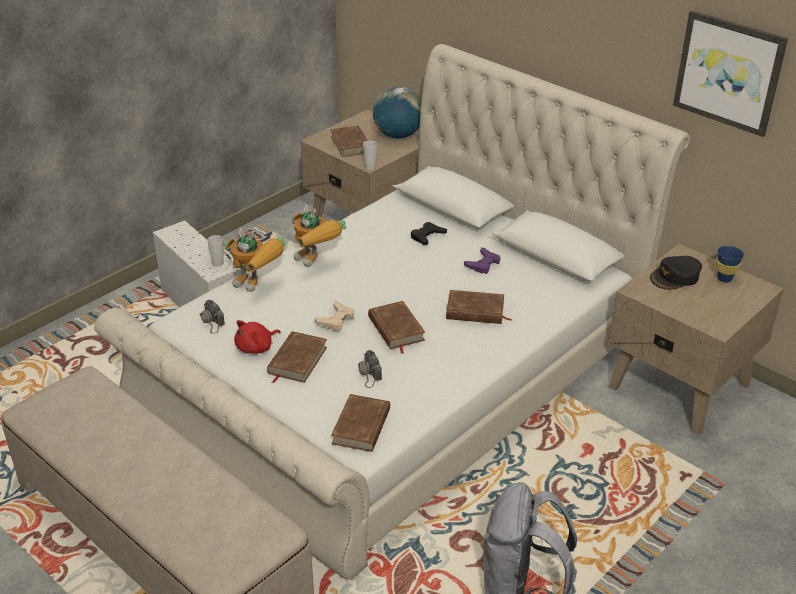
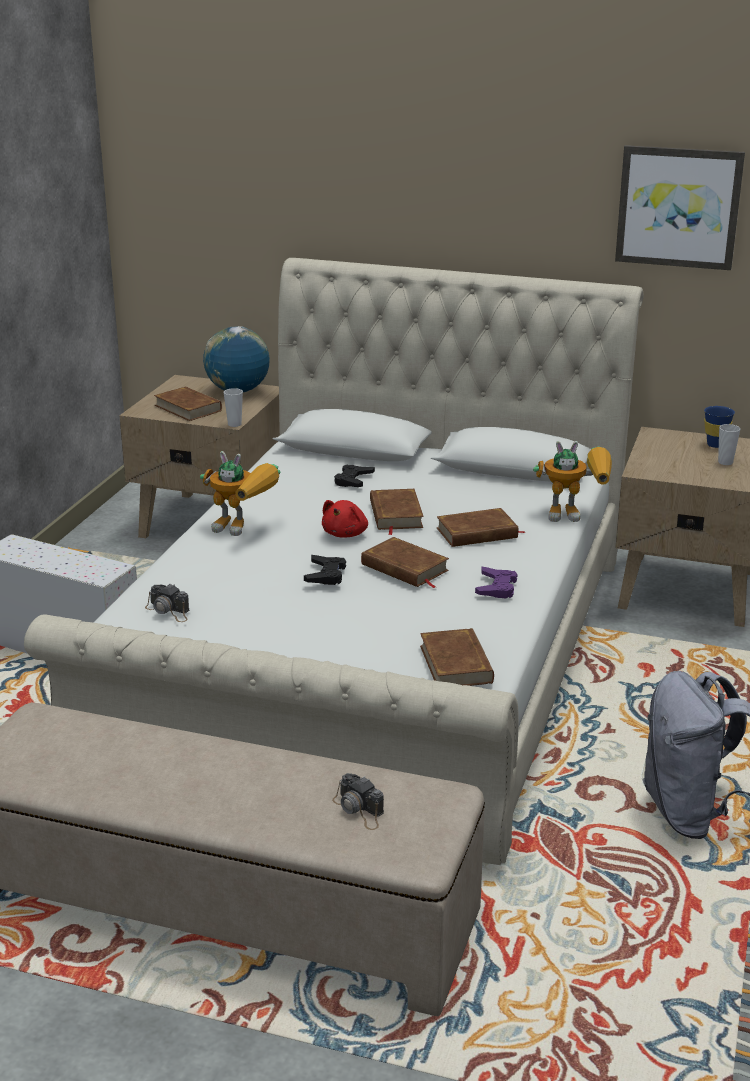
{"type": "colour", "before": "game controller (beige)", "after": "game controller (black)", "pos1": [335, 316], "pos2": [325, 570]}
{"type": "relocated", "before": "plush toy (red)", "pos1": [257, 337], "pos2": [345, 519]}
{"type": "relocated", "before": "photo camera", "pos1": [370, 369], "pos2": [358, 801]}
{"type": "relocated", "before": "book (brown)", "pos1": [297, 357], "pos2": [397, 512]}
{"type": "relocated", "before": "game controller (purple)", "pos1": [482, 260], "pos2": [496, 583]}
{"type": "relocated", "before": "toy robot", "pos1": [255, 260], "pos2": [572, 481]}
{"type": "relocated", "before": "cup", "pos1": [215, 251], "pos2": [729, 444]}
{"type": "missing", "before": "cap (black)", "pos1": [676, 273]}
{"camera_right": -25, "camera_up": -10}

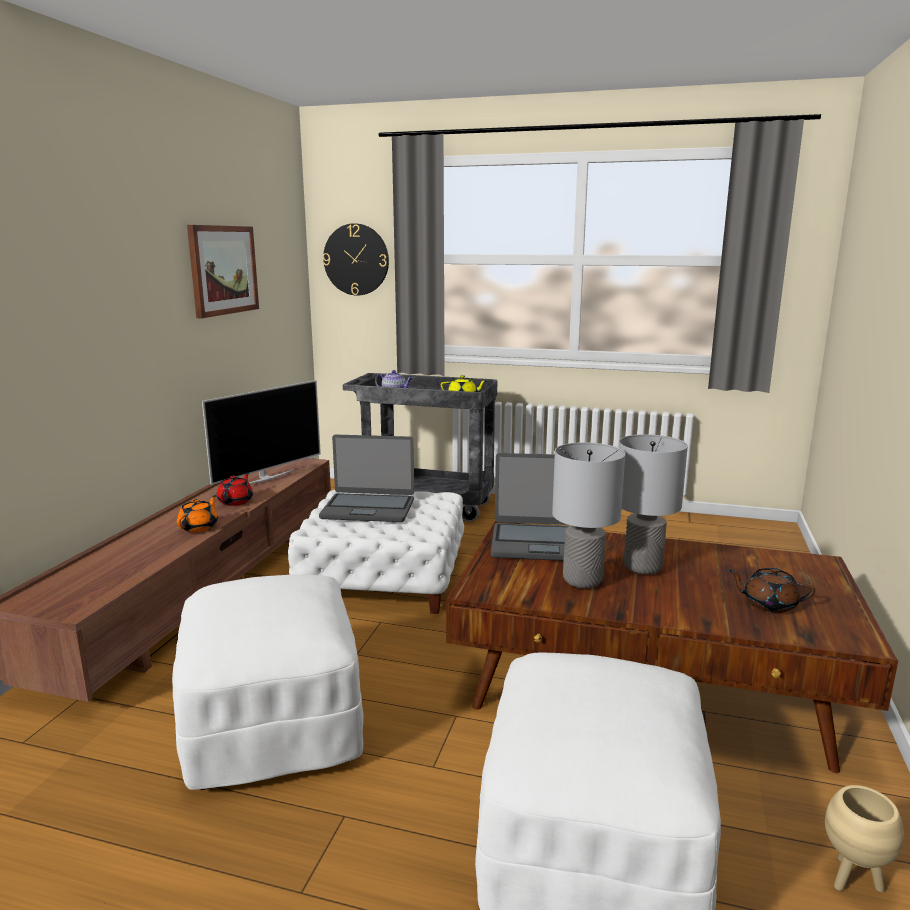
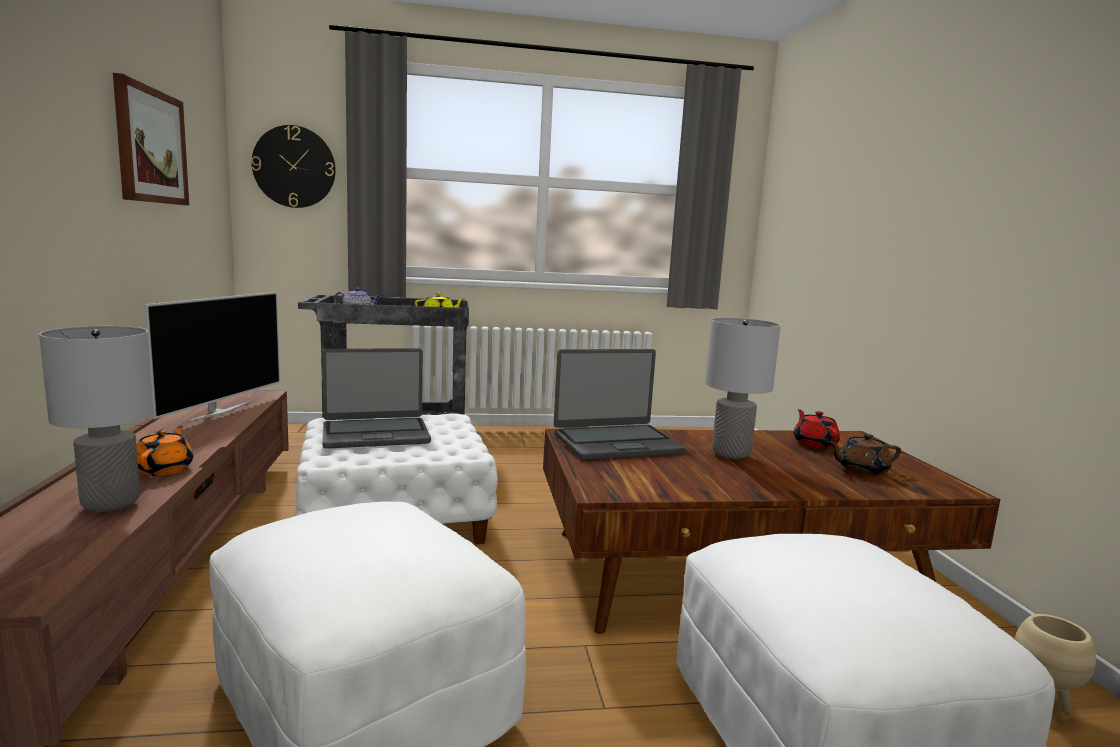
{"type": "relocated", "before": "table lamp (grey)", "pos1": [588, 515], "pos2": [96, 419]}
{"type": "relocated", "before": "teapot (red)", "pos1": [235, 489], "pos2": [817, 429]}
{"camera_right": -25, "camera_up": -5}

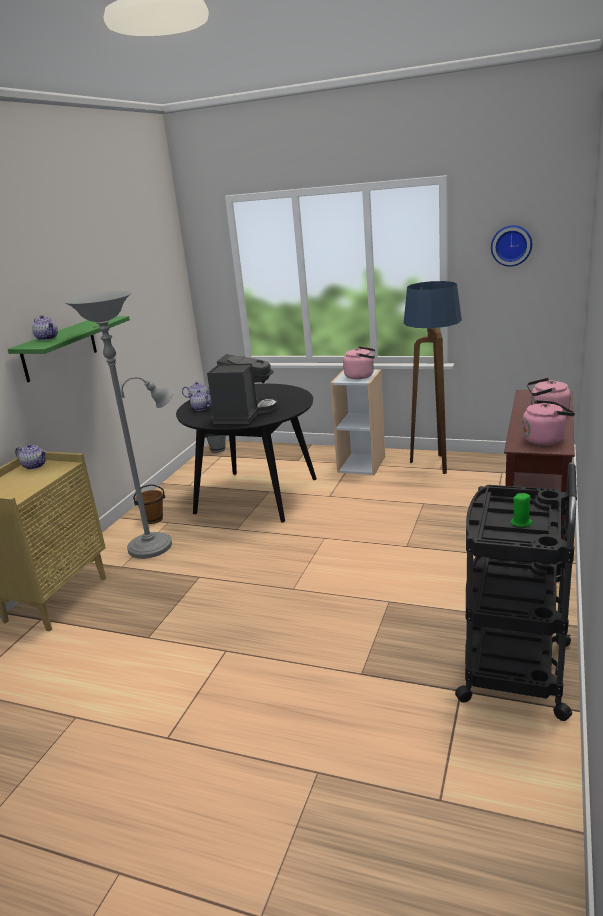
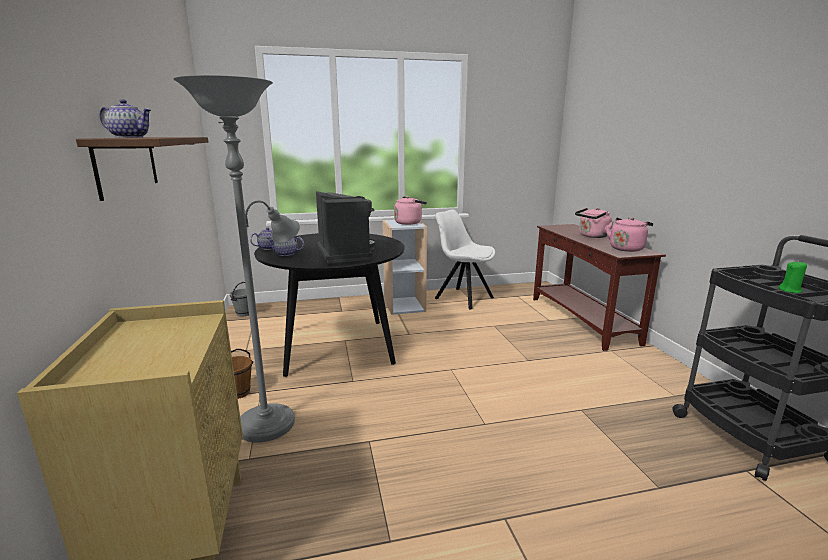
{"type": "colour", "before": "shelf (green)", "after": "shelf (brown)", "pos1": [69, 349], "pos2": [142, 169]}
{"type": "exchanged", "before": "floor lamp", "after": "chair (white)", "pos1": [433, 377], "pos2": [465, 259]}
{"type": "missing", "before": "teapot", "pos1": [30, 457]}
{"type": "missing", "before": "wall clock", "pos1": [511, 246]}
{"camera_right": -35, "camera_up": -5}

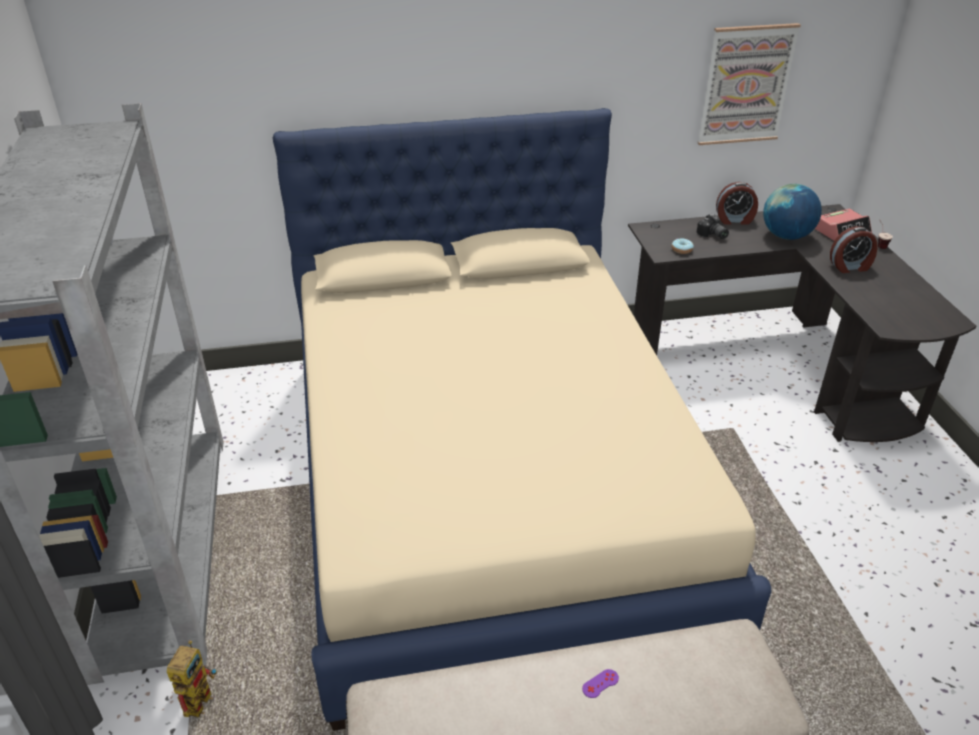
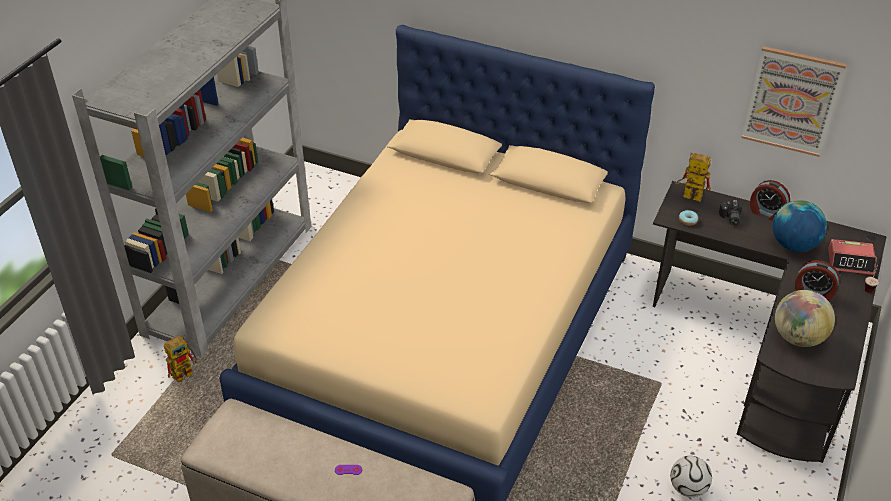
{"type": "appeared", "after": "football", "pos2": [691, 476]}
{"type": "appeared", "after": "toy robot", "pos2": [693, 177]}
{"type": "appeared", "after": "globe", "pos2": [805, 318]}
{"camera_right": 35, "camera_up": 5}

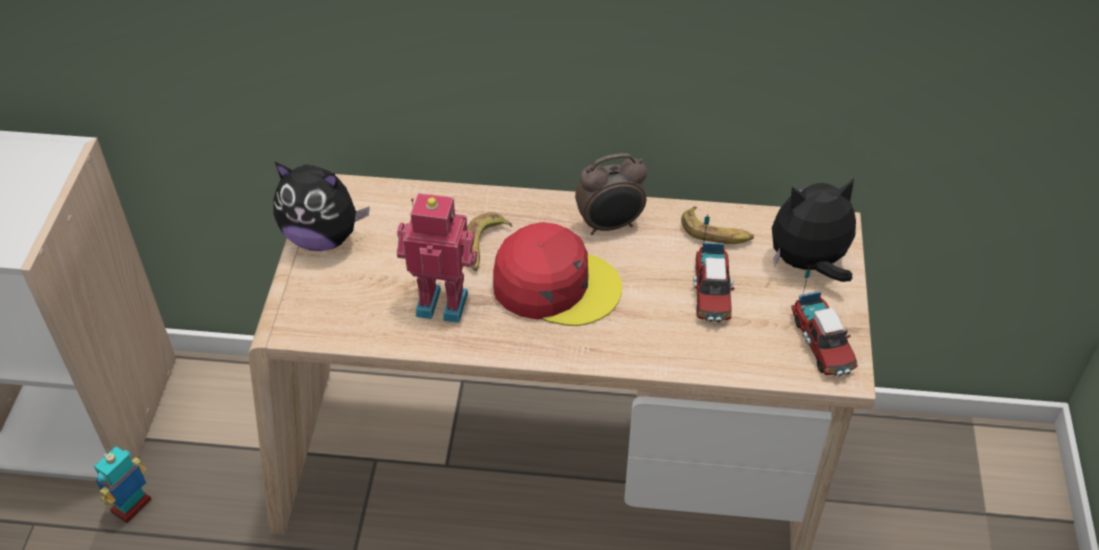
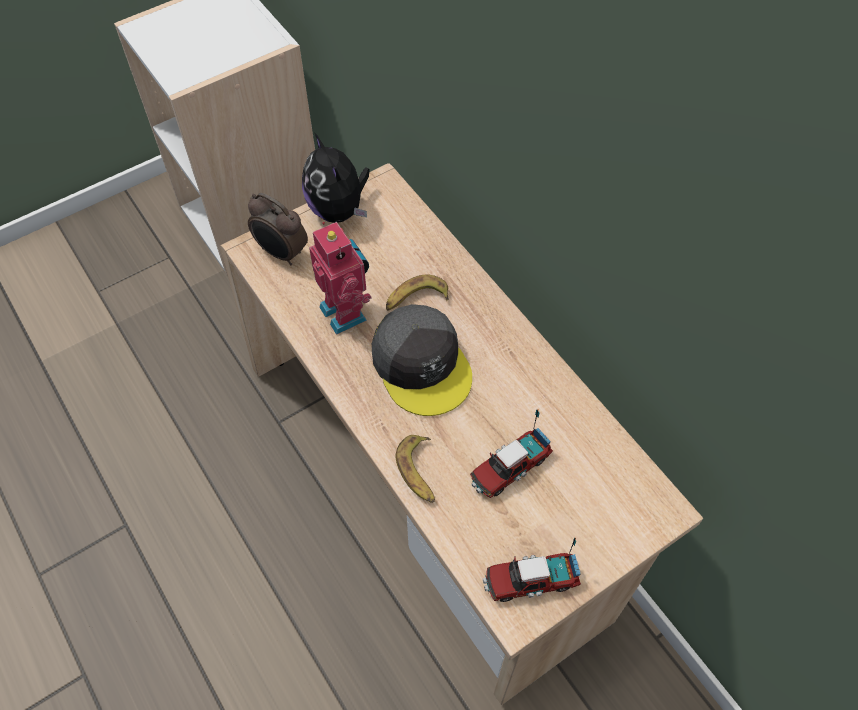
{"type": "relocated", "before": "alarm clock", "pos1": [611, 194], "pos2": [278, 229]}
{"type": "colour", "before": "cap (red)", "after": "cap (grey)", "pos1": [557, 274], "pos2": [422, 360]}
{"type": "relocated", "before": "banana", "pos1": [717, 225], "pos2": [415, 469]}
{"type": "spun", "before": "toy truck", "pos1": [824, 322], "pos2": [532, 569], "turn": 45}
{"type": "missing", "before": "toy robot", "pos1": [123, 484]}
{"type": "missing", "before": "plush toy", "pos1": [814, 230]}
{"camera_right": 50, "camera_up": 10}

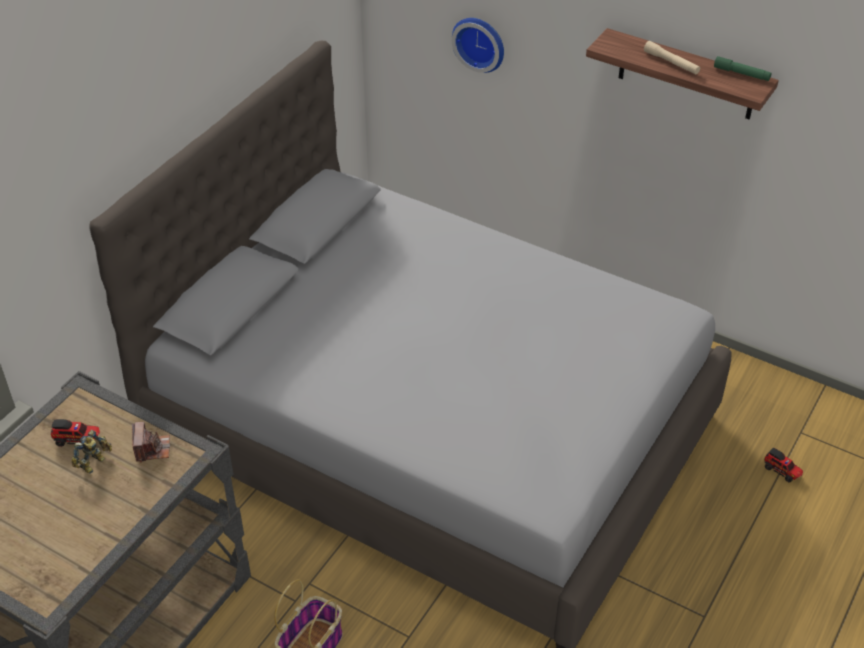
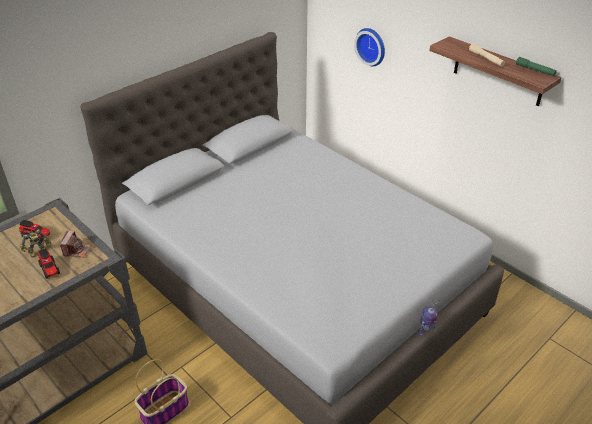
{"type": "relocated", "before": "toy truck", "pos1": [783, 465], "pos2": [49, 264]}
{"type": "appeared", "after": "toy robot", "pos2": [429, 318]}
{"camera_right": 15, "camera_up": -5}

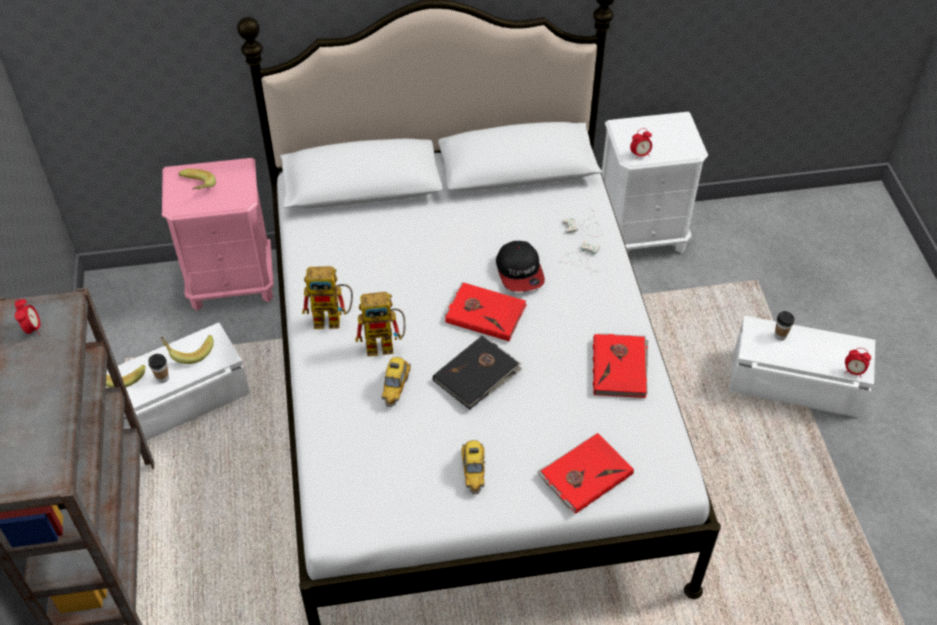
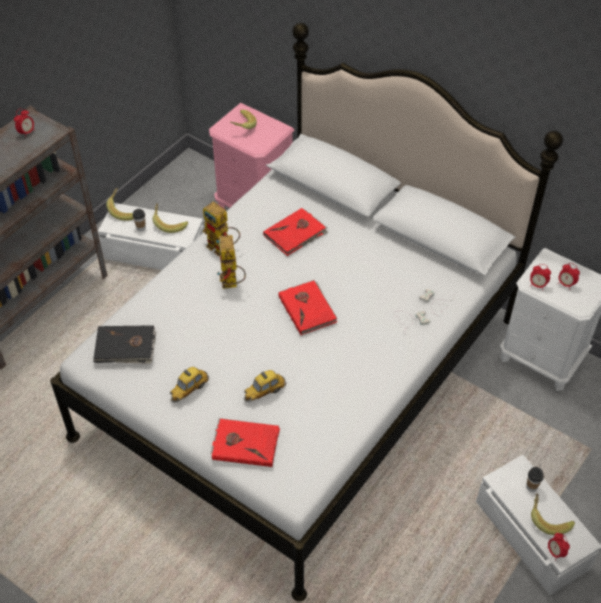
{"type": "relocated", "before": "book (black)", "pos1": [477, 373], "pos2": [124, 344]}
{"type": "spun", "before": "toy robot", "pos1": [380, 324], "pos2": [231, 262], "turn": 45}
{"type": "relocated", "before": "toy car", "pos1": [396, 382], "pos2": [265, 386]}
{"type": "relocated", "before": "book (red)", "pos1": [620, 366], "pos2": [295, 232]}
{"type": "appeared", "after": "banana", "pos2": [553, 514]}
{"type": "appeared", "after": "alarm clock", "pos2": [569, 276]}
{"type": "missing", "before": "cap", "pos1": [520, 266]}
{"camera_right": 45, "camera_up": 0}

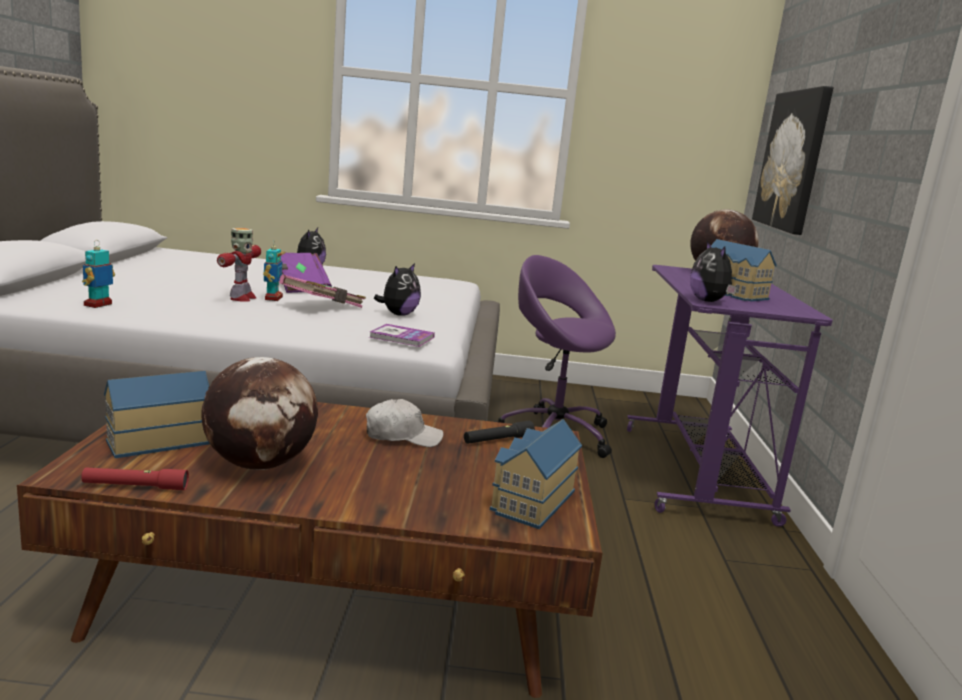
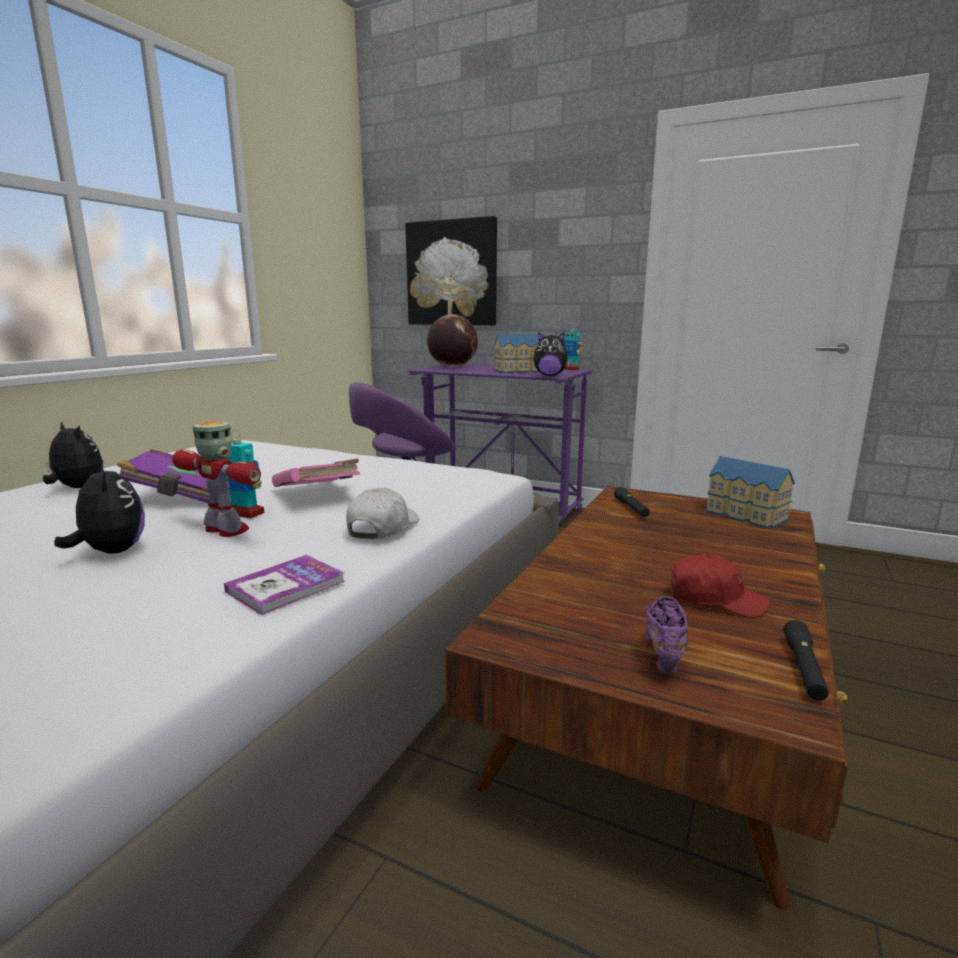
{"type": "relocated", "before": "plush toy", "pos1": [397, 289], "pos2": [99, 507]}
{"type": "relocated", "before": "book", "pos1": [402, 335], "pos2": [284, 585]}
{"type": "relocated", "before": "cap (white)", "pos1": [405, 423], "pos2": [382, 513]}
{"type": "relocated", "before": "toy robot", "pos1": [98, 274], "pos2": [573, 347]}
{"type": "exchanged", "before": "toy house", "after": "shoe (purple)", "pos1": [157, 414], "pos2": [666, 635]}
{"type": "exchanged", "before": "globe", "after": "cap (red)", "pos1": [259, 413], "pos2": [720, 586]}
{"type": "colour", "before": "flashlight (red)", "after": "flashlight (black)", "pos1": [135, 478], "pos2": [806, 660]}
{"camera_right": -65, "camera_up": 0}

